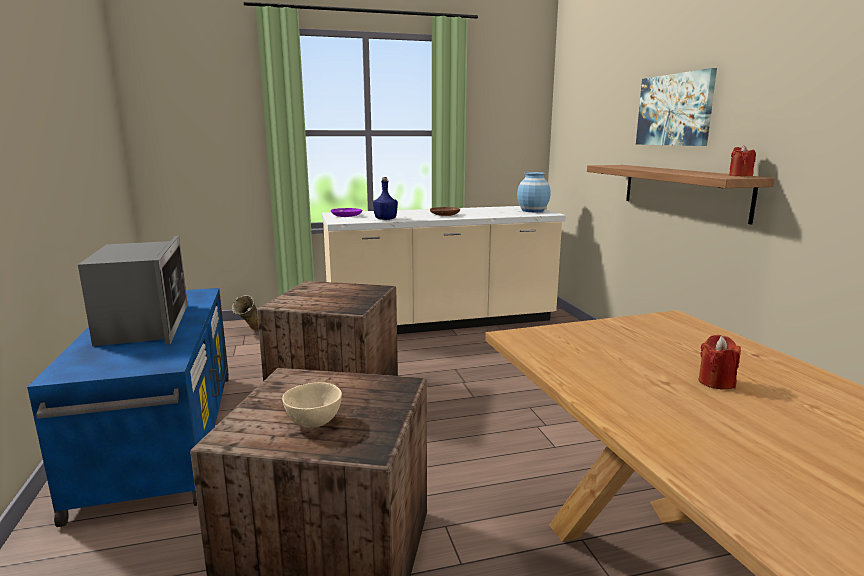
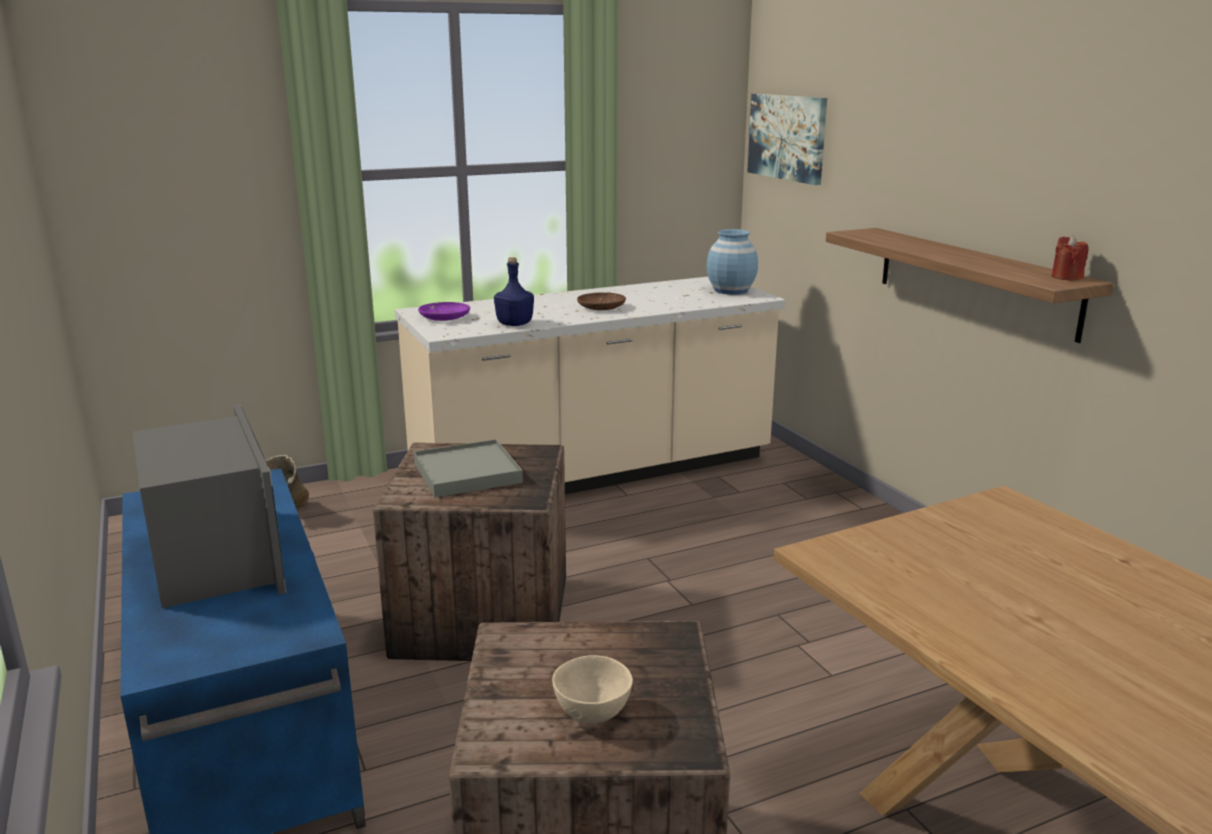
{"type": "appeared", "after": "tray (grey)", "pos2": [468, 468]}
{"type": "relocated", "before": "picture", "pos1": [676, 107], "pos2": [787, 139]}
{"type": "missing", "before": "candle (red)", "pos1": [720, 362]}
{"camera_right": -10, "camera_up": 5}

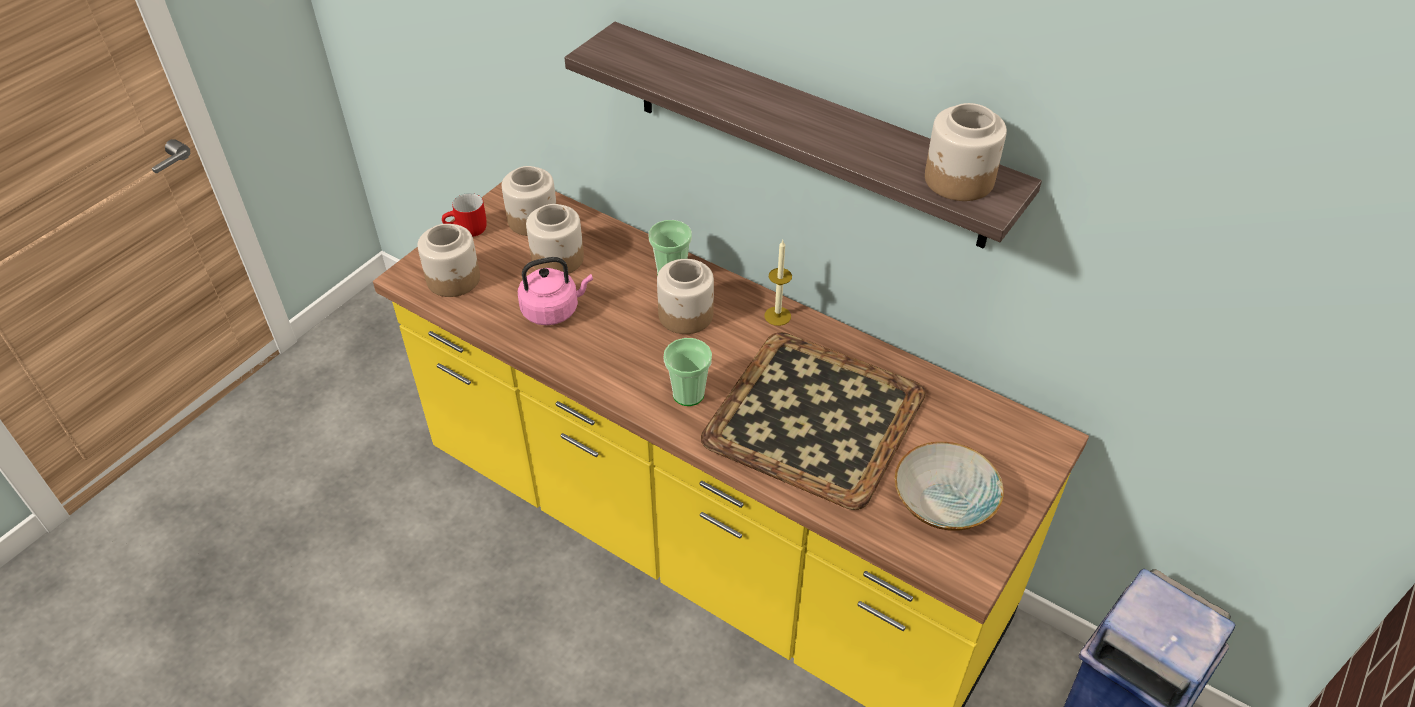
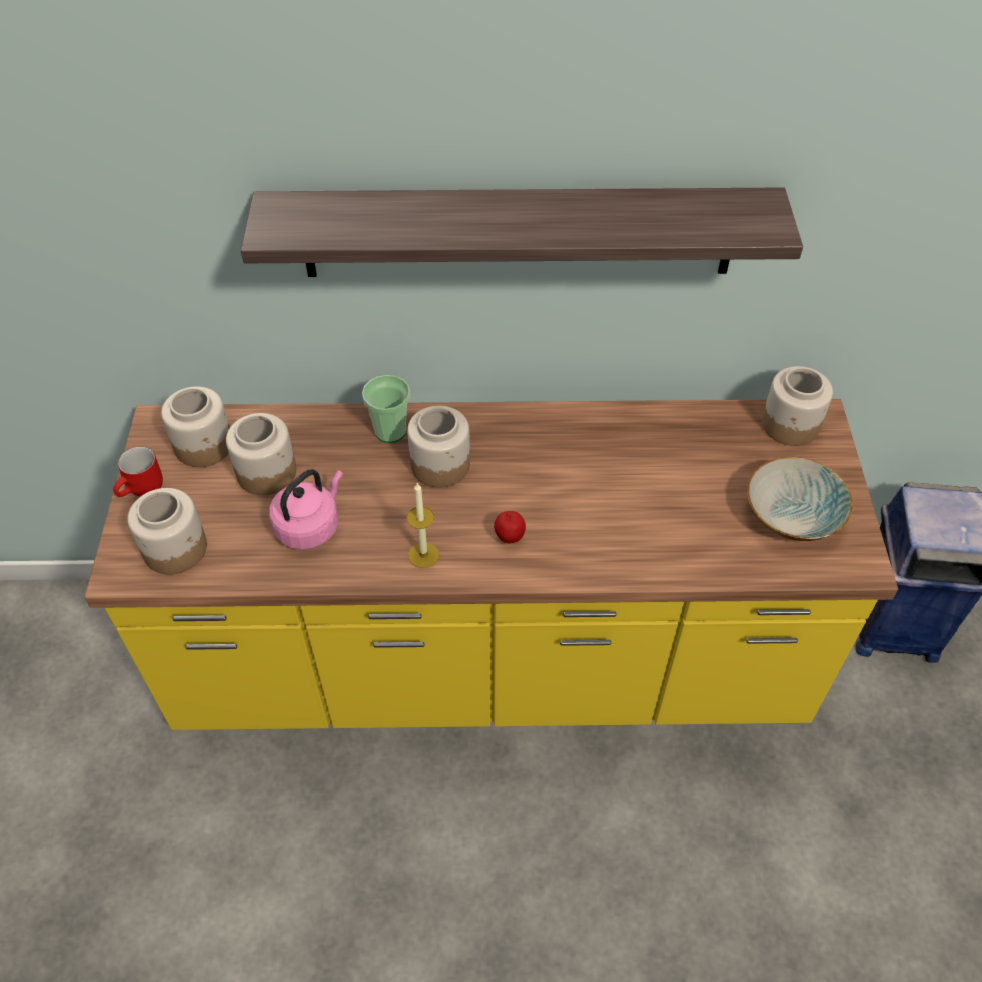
{"type": "relocated", "before": "candle", "pos1": [778, 283], "pos2": [423, 525]}
{"type": "exchanged", "before": "cup", "after": "apple", "pos1": [688, 372], "pos2": [510, 527]}
{"type": "relocated", "before": "jar", "pos1": [966, 152], "pos2": [797, 406]}
{"type": "missing", "before": "tray", "pos1": [813, 421]}
{"camera_right": -35, "camera_up": 5}

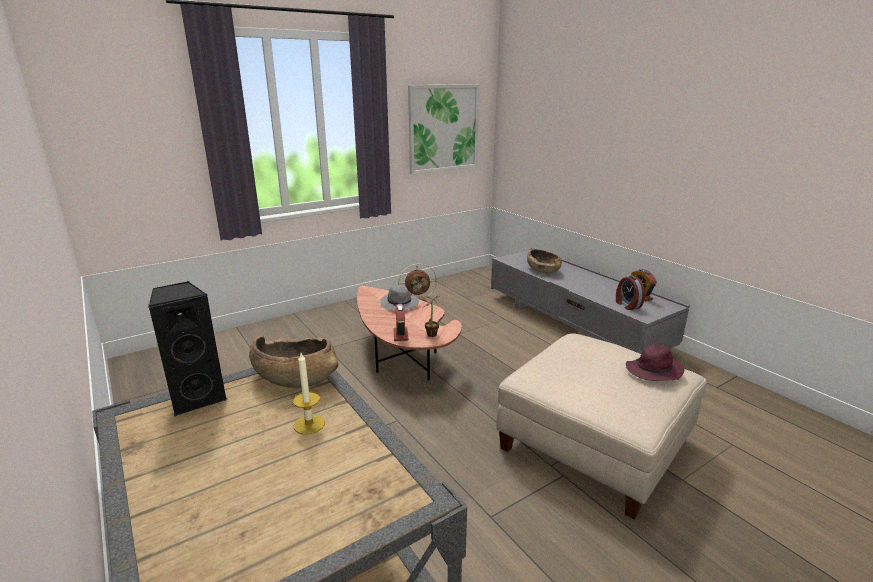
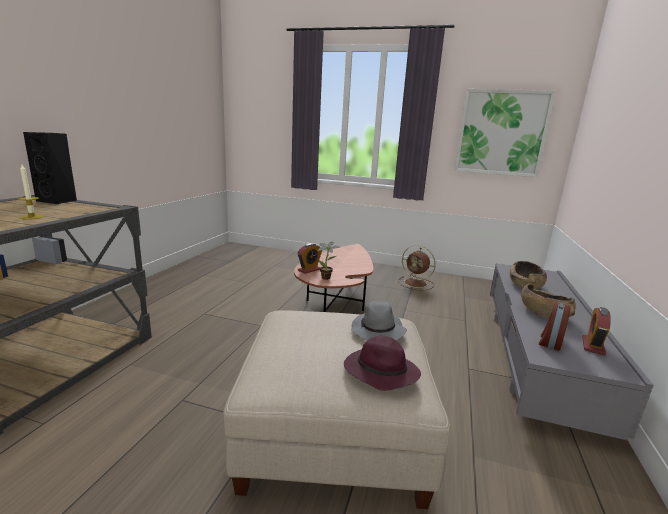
{"type": "relocated", "before": "hat (grey)", "pos1": [399, 297], "pos2": [379, 320]}
{"type": "relocated", "before": "bowl (brown)", "pos1": [293, 361], "pos2": [548, 301]}
{"camera_right": 50, "camera_up": -5}

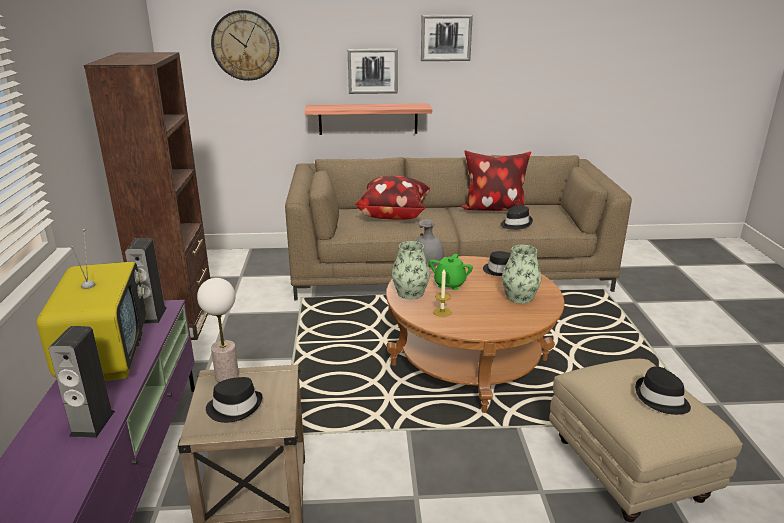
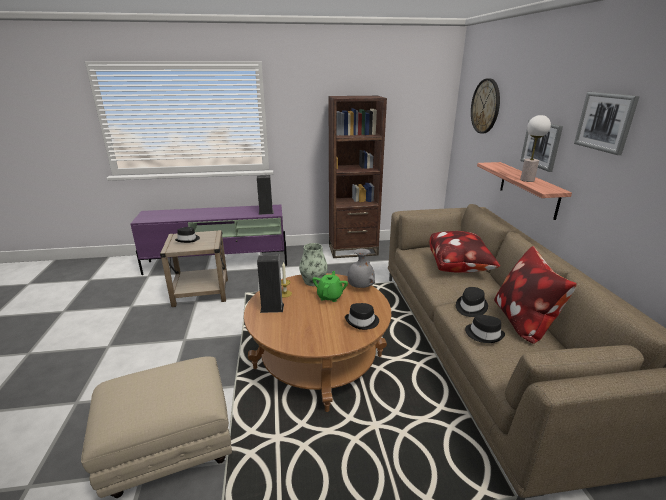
{"type": "relocated", "before": "speaker", "pos1": [82, 382], "pos2": [270, 284]}
{"type": "spun", "before": "teapot (green)", "pos1": [451, 272], "pos2": [330, 286], "turn": 90}
{"type": "relocated", "before": "hat (black)", "pos1": [663, 390], "pos2": [472, 302]}
{"type": "relocated", "before": "table lamp", "pos1": [218, 330], "pos2": [535, 148]}
{"type": "missing", "before": "television", "pos1": [91, 305]}
{"type": "missing", "before": "vase", "pos1": [521, 274]}
{"camera_right": 85, "camera_up": 0}

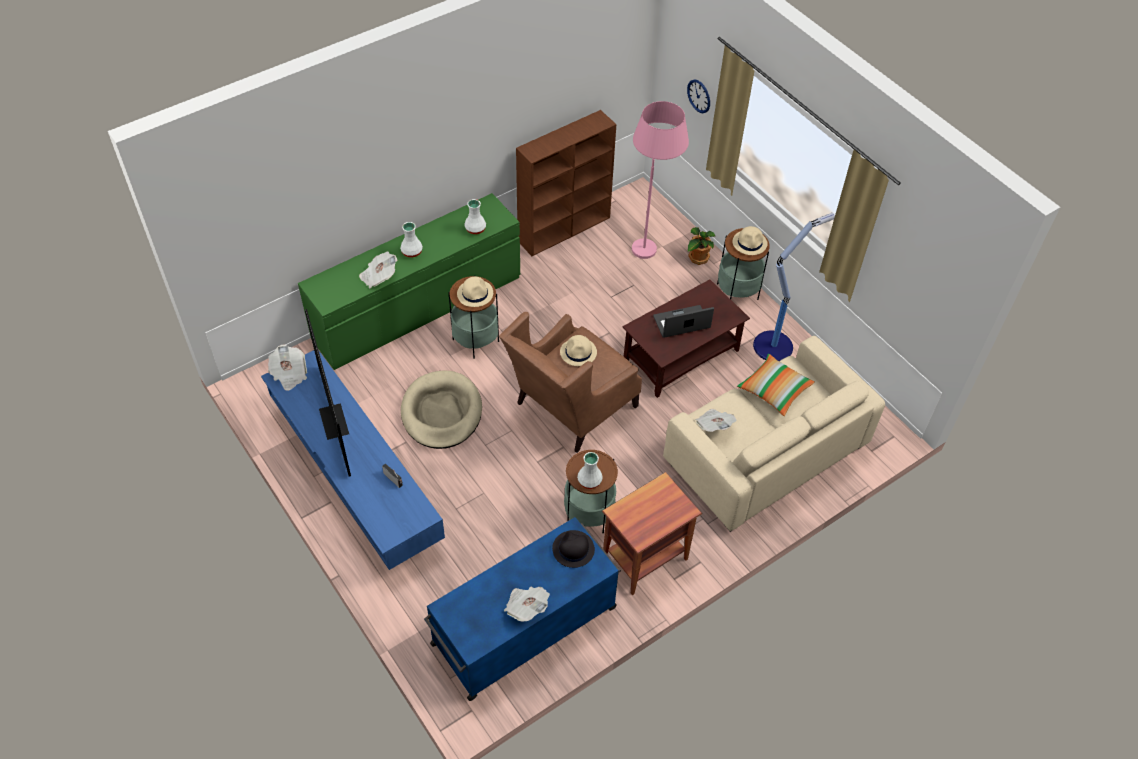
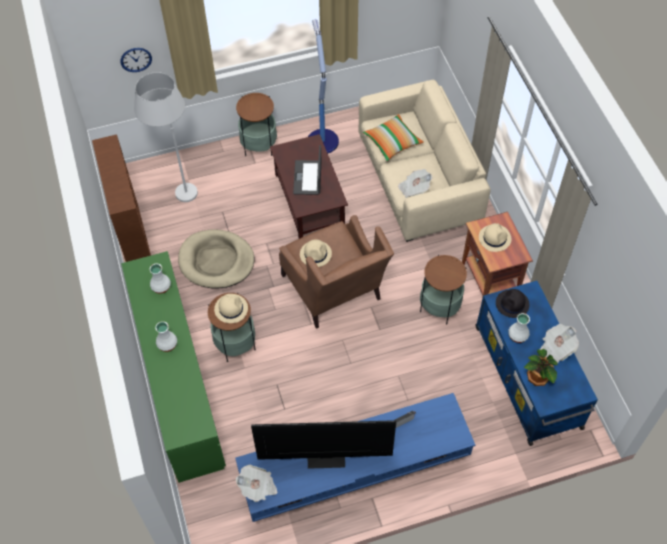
{"type": "colour", "before": "floor lamp (pink)", "after": "floor lamp (white)", "pos1": [660, 180], "pos2": [166, 137]}
{"type": "relocated", "before": "dog bed (beige)", "pos1": [441, 409], "pos2": [216, 259]}
{"type": "relocated", "before": "hat (beige)", "pos1": [750, 240], "pos2": [495, 237]}
{"type": "relocated", "before": "vase (white)", "pos1": [590, 470], "pos2": [519, 328]}
{"type": "relocated", "before": "potted plant", "pos1": [701, 246], "pos2": [541, 367]}
{"type": "missing", "before": "newspaper", "pos1": [378, 270]}
{"camera_right": -70, "camera_up": 5}

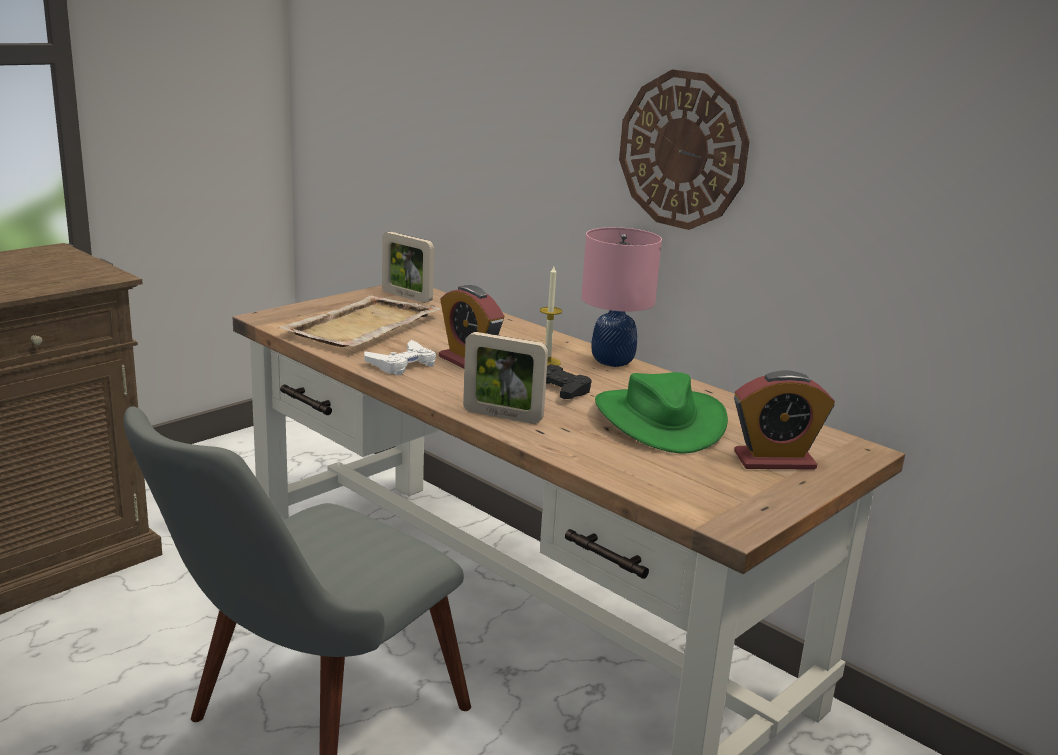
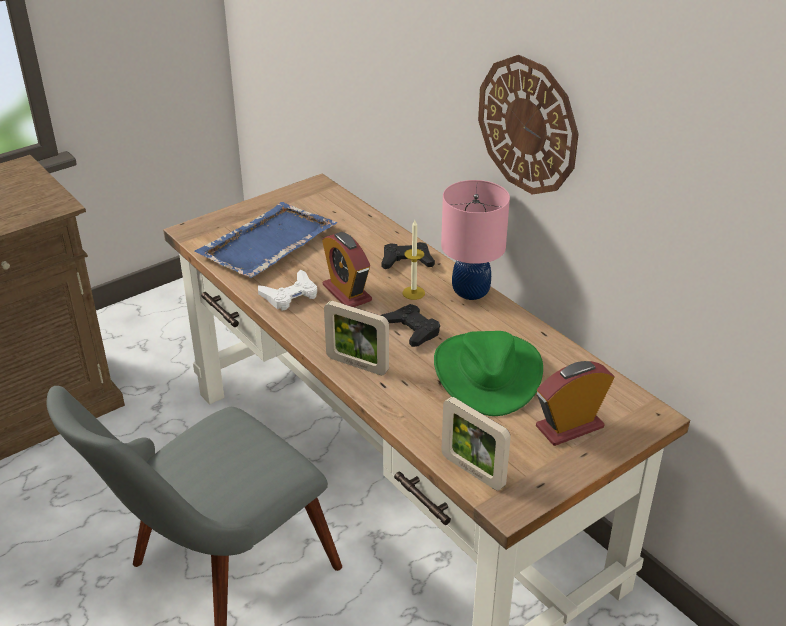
{"type": "colour", "before": "tray (beige)", "after": "tray (blue)", "pos1": [359, 321], "pos2": [265, 240]}
{"type": "appeared", "after": "game controller (black)", "pos2": [408, 255]}
{"type": "relocated", "before": "picture frame", "pos1": [408, 267], "pos2": [476, 444]}
{"type": "spun", "before": "alarm clock", "pos1": [784, 420], "pos2": [575, 403], "turn": 150}
{"camera_right": 10, "camera_up": 15}

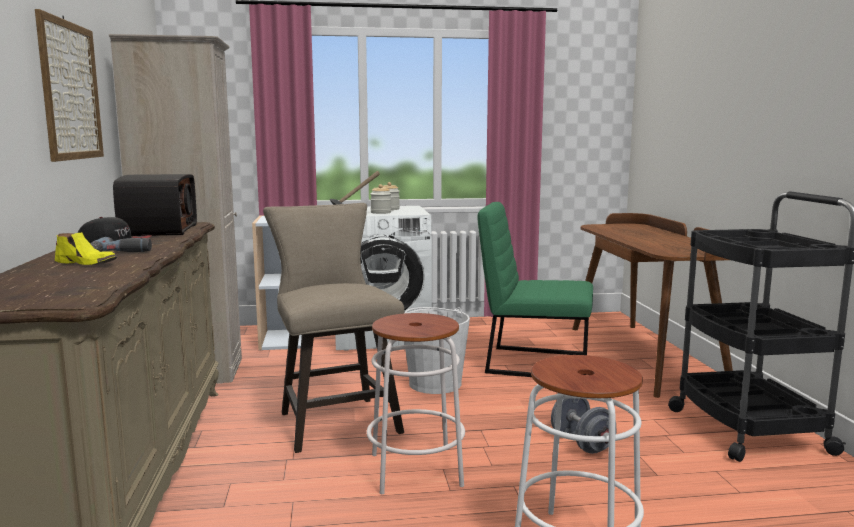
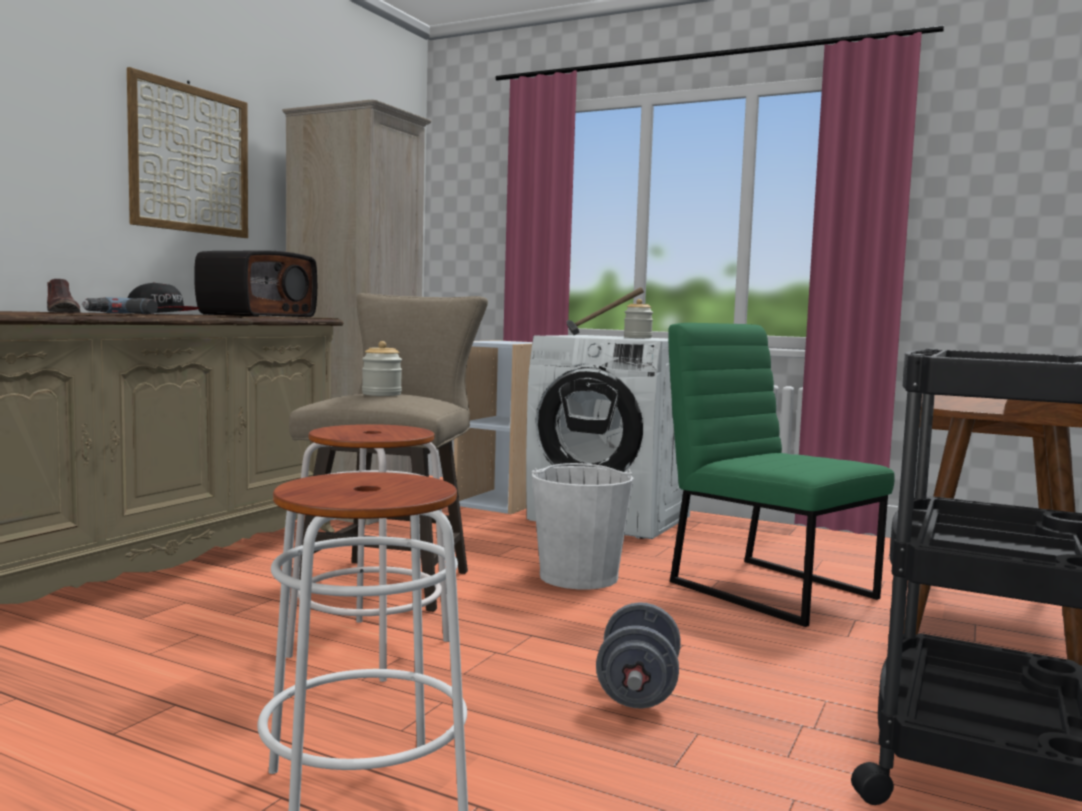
{"type": "colour", "before": "shoe (yellow)", "after": "shoe (brown)", "pos1": [86, 248], "pos2": [63, 296]}
{"type": "relocated", "before": "jar", "pos1": [380, 199], "pos2": [382, 368]}
{"camera_right": 35, "camera_up": -5}

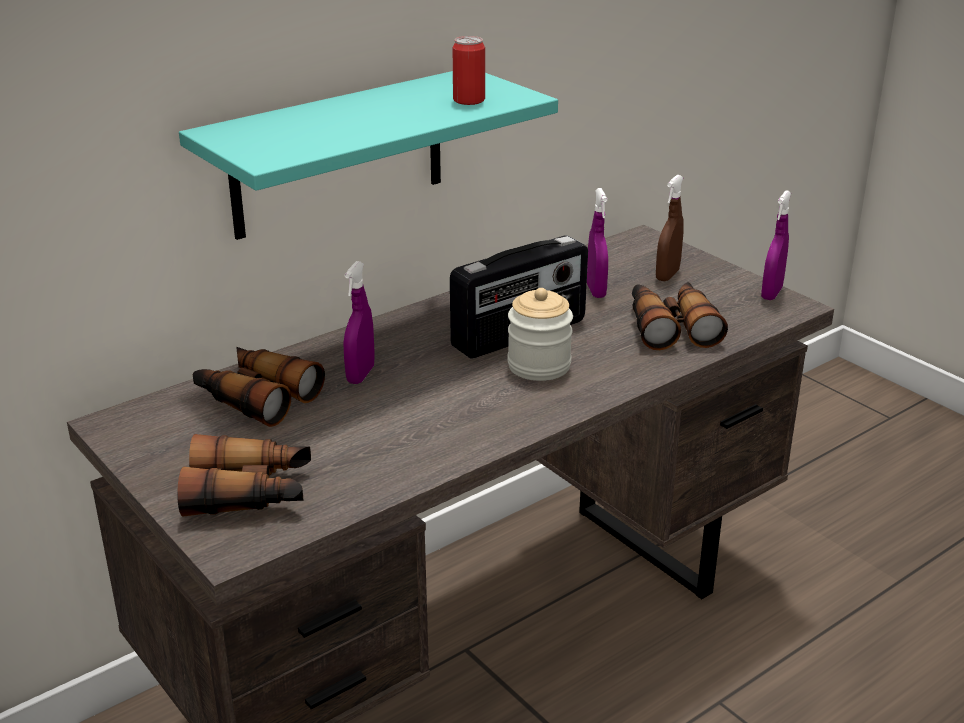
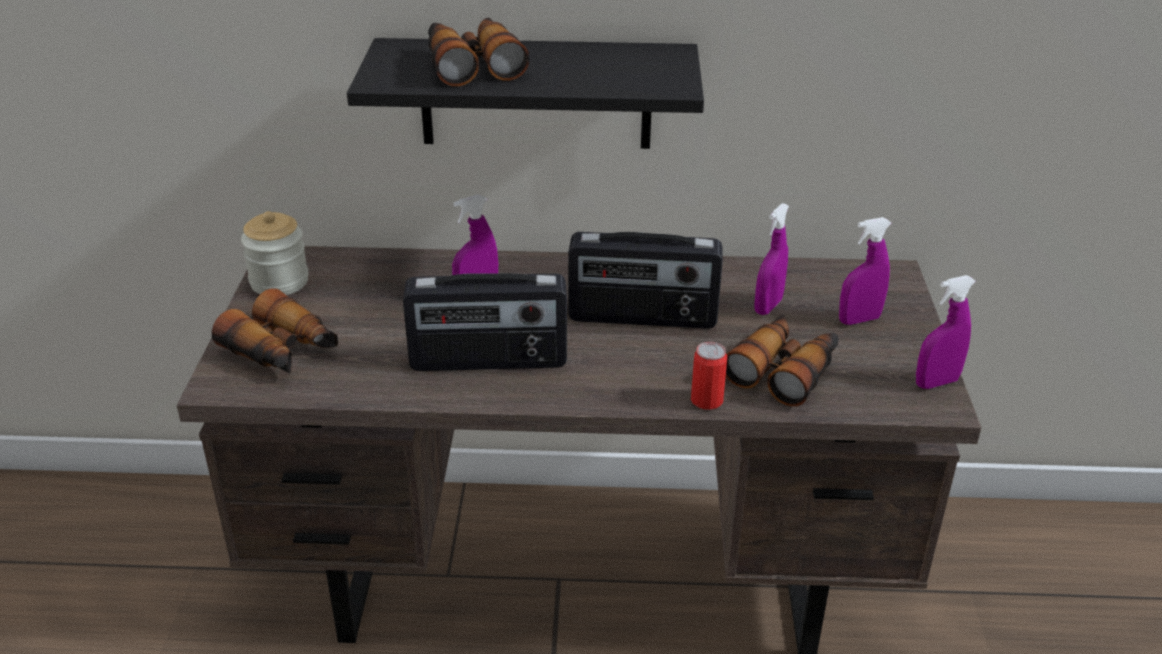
{"type": "relocated", "before": "jar", "pos1": [540, 334], "pos2": [275, 253]}
{"type": "colour", "before": "shelf (turquoise)", "after": "shelf (black)", "pos1": [368, 155], "pos2": [525, 93]}
{"type": "appeared", "after": "radio", "pos2": [485, 322]}
{"type": "relocated", "before": "binoculars", "pos1": [259, 387], "pos2": [479, 52]}
{"type": "relocated", "before": "can", "pos1": [469, 70], "pos2": [709, 376]}
{"type": "colour", "before": "spray bottle (brown)", "after": "spray bottle (purple)", "pos1": [670, 228], "pos2": [865, 271]}
{"camera_right": 40, "camera_up": 5}

